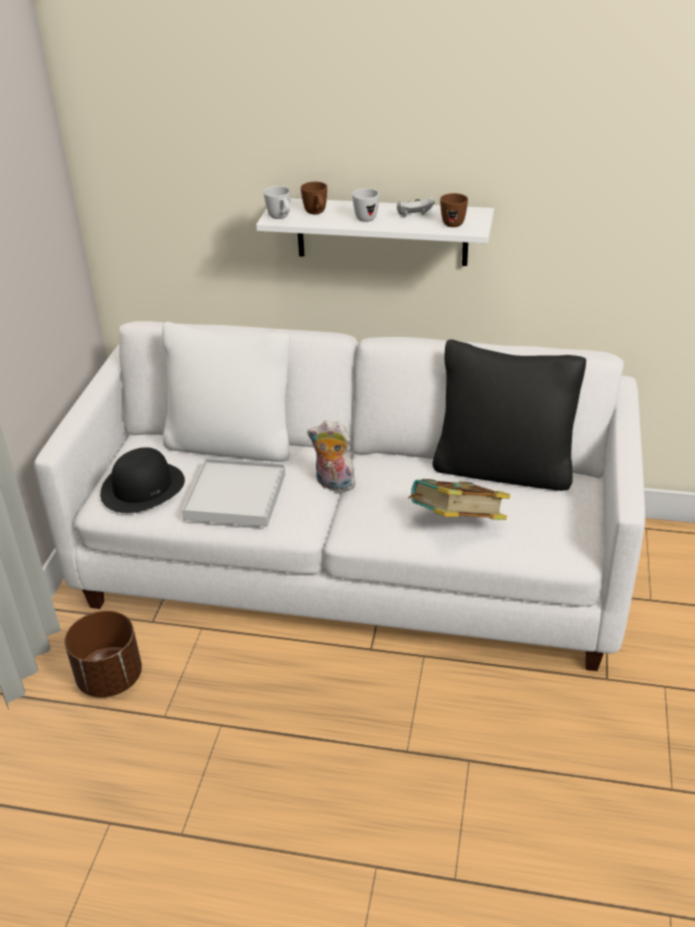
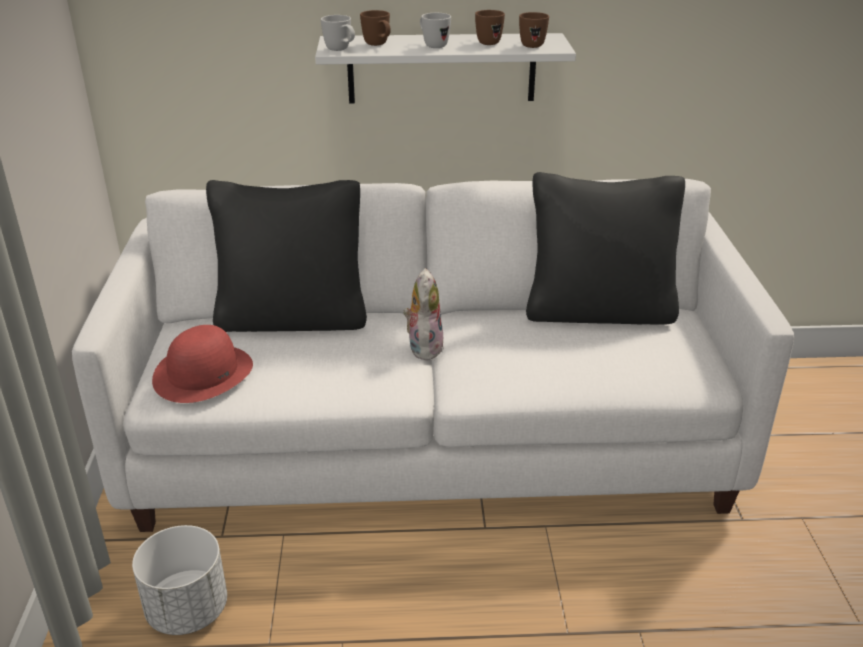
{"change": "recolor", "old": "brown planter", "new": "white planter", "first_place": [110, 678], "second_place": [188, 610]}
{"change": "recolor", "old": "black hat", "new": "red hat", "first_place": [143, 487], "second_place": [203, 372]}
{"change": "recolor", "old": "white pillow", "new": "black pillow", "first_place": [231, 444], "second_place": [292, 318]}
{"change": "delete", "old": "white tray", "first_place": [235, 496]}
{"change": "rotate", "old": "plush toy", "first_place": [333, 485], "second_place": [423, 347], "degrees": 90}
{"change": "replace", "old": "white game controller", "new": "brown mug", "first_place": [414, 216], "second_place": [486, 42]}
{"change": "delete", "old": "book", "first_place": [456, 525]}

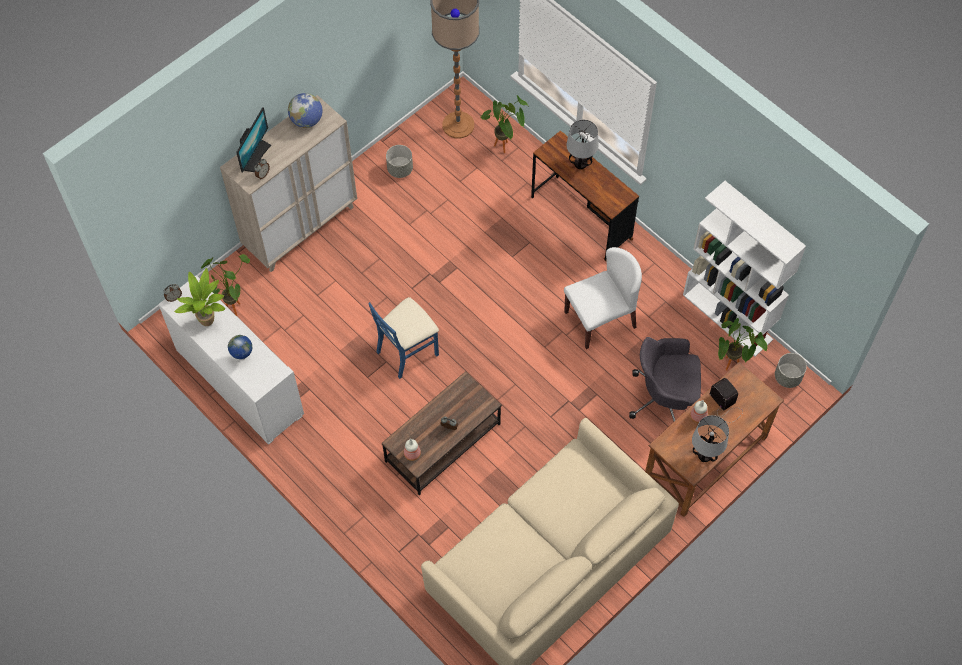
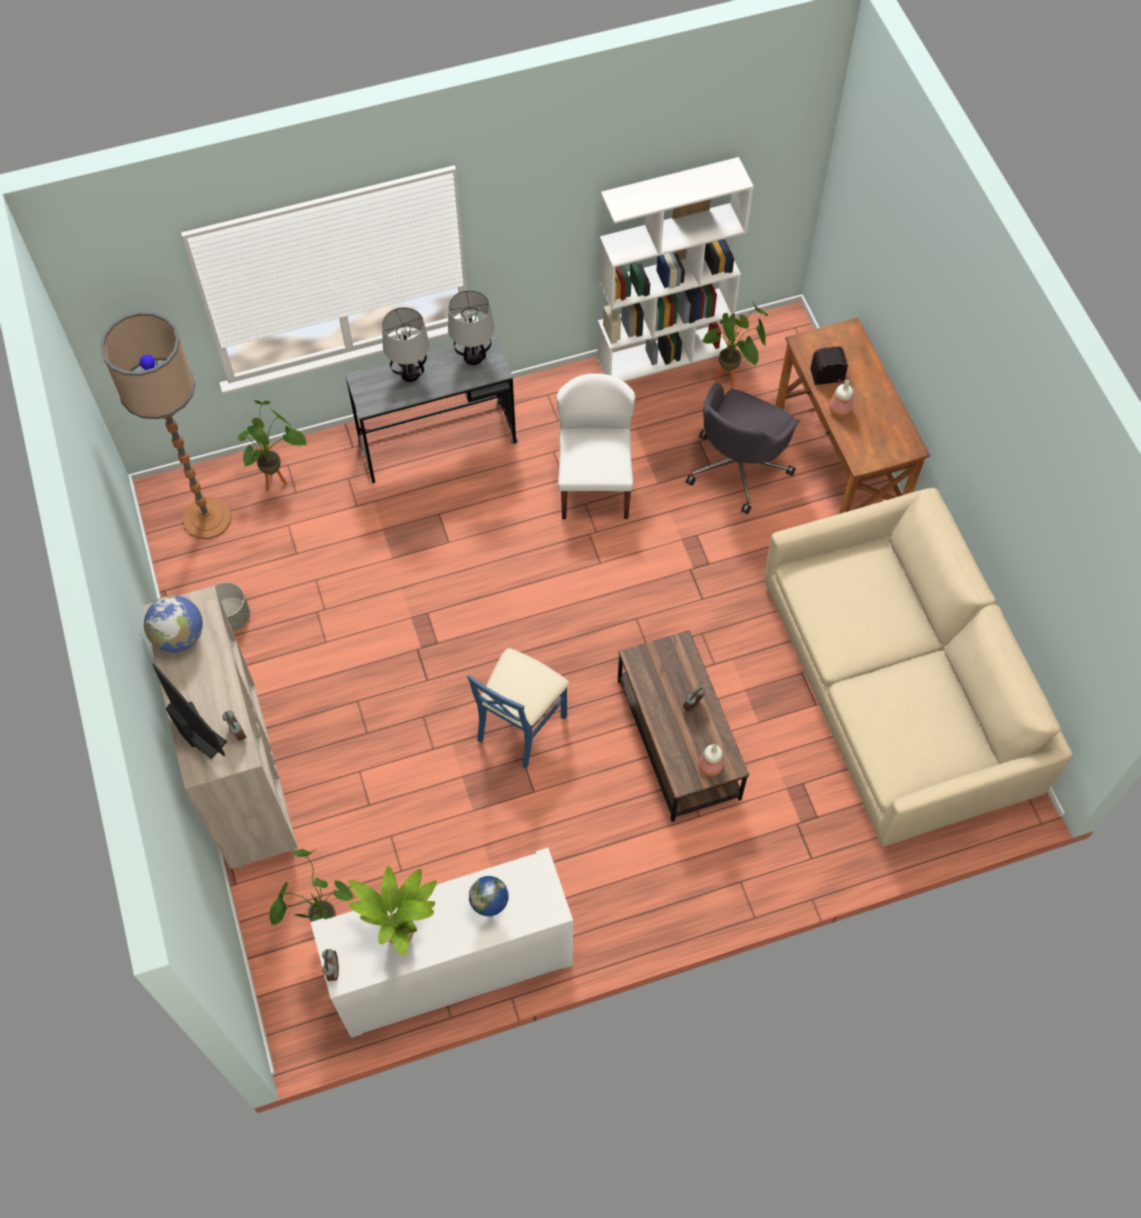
{"change": "rotate", "old": "blue chair", "first_place": [407, 351], "second_place": [521, 725], "degrees": 45}
{"change": "recolor", "old": "brown desk", "new": "grey desk", "first_place": [581, 218], "second_place": [437, 442]}
{"change": "move", "old": "table lamp", "first_place": [705, 455], "second_place": [473, 357]}
{"change": "delete", "old": "grey planter", "first_place": [787, 377]}

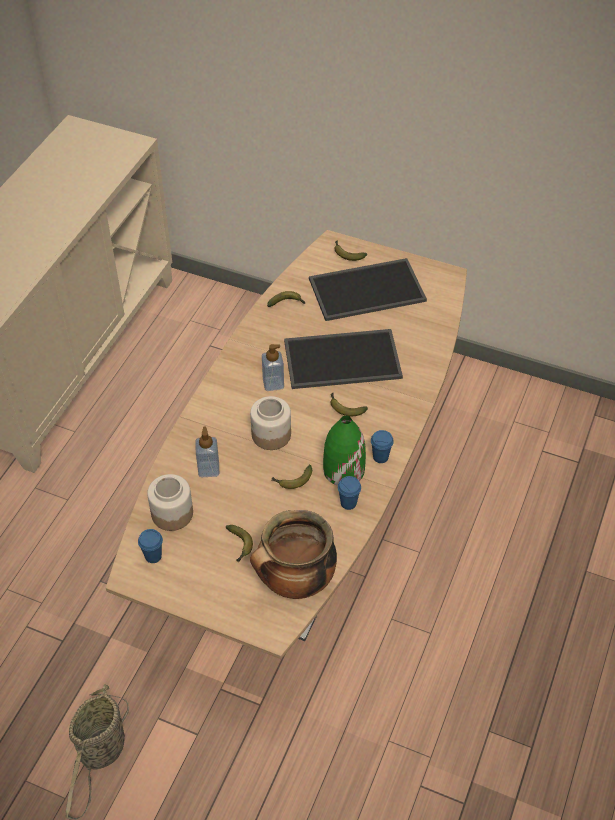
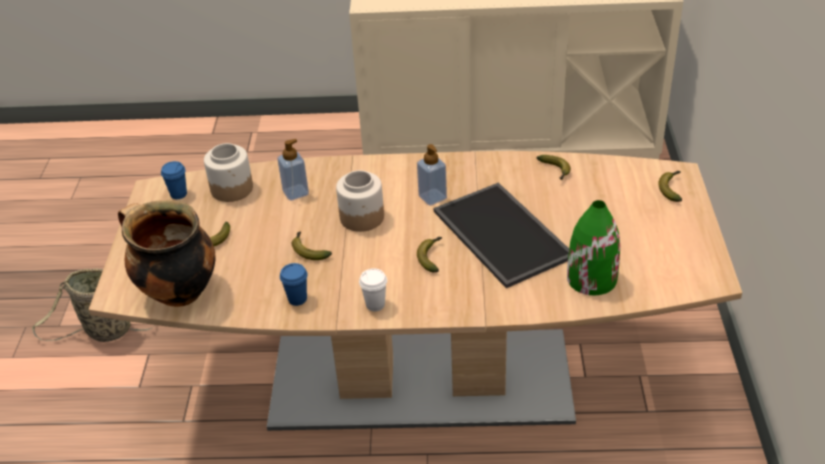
{"change": "delete", "old": "tray", "first_place": [367, 288]}
{"change": "move", "old": "green vase", "first_place": [343, 470], "second_place": [591, 278]}
{"change": "recolor", "old": "blue cup", "new": "white cup", "first_place": [380, 457], "second_place": [375, 305]}

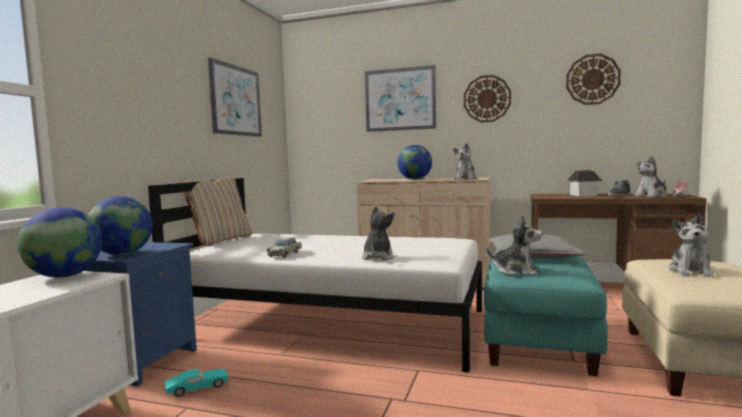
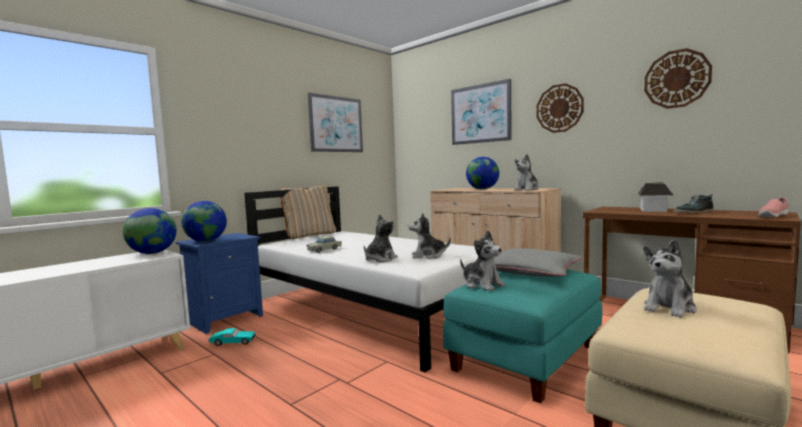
{"change": "move", "old": "plush toy", "first_place": [651, 196], "second_place": [428, 256]}

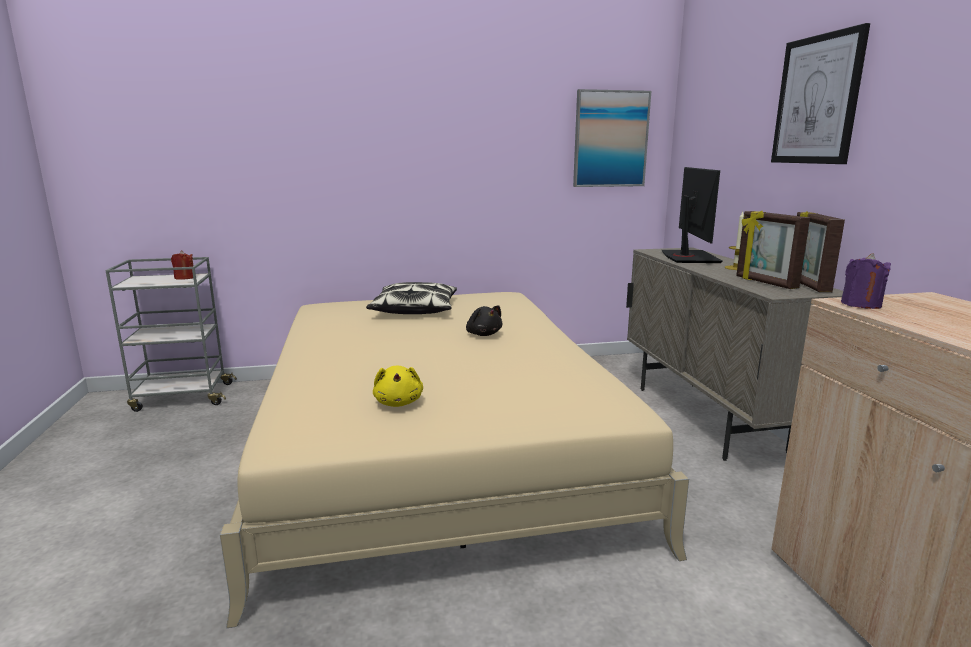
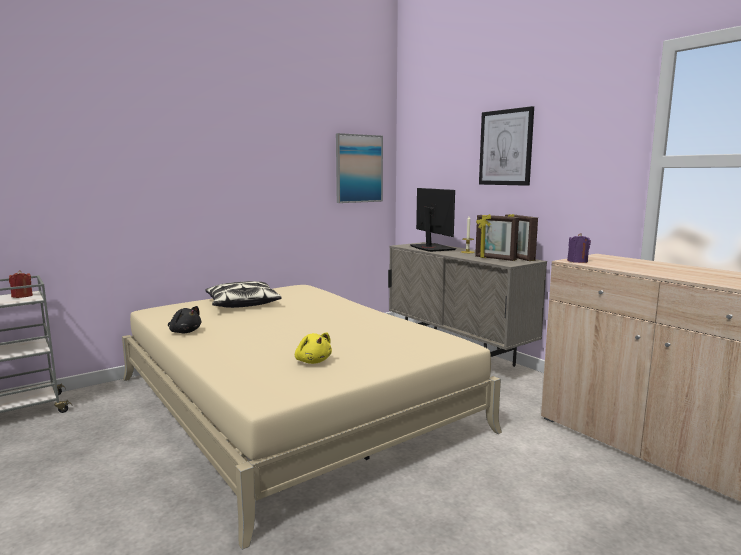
{"change": "move", "old": "black plush toy", "first_place": [483, 334], "second_place": [185, 332]}

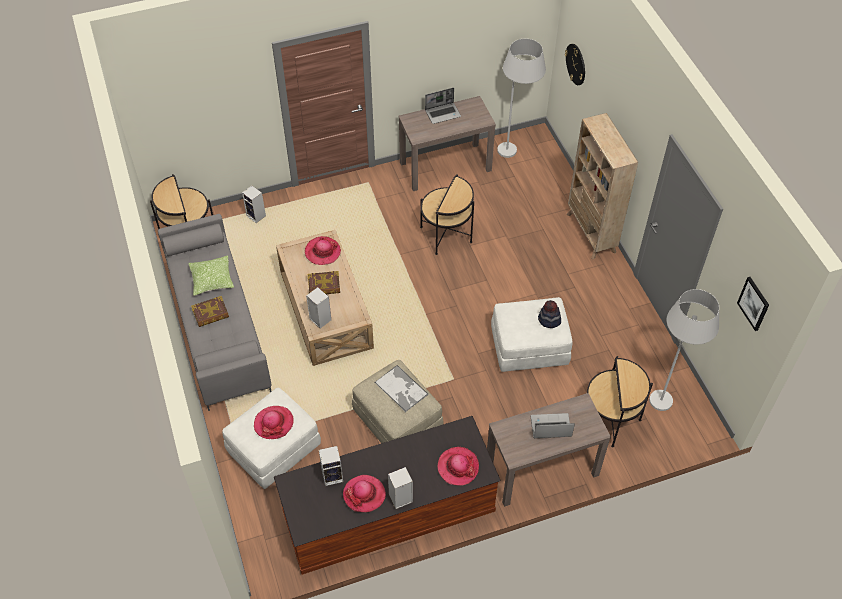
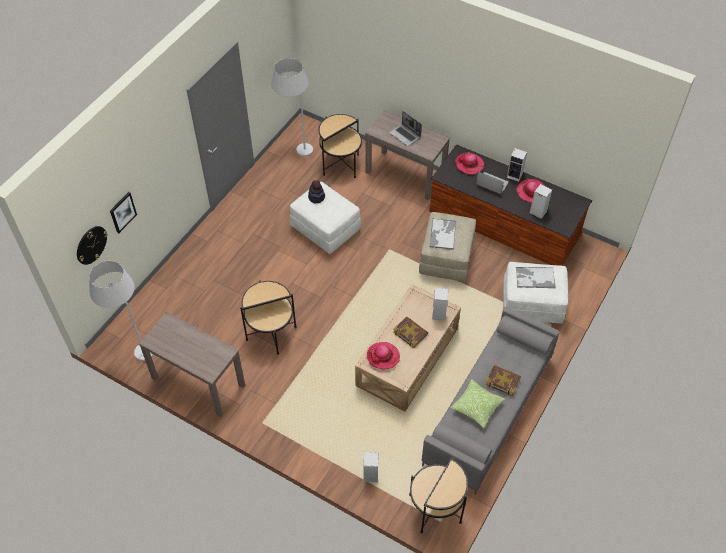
{"change": "replace", "old": "hat", "new": "tray", "first_place": [274, 423], "second_place": [534, 278]}
{"change": "move", "old": "laptop", "first_place": [443, 113], "second_place": [491, 184]}
{"change": "delete", "old": "beige bookcase", "first_place": [590, 233]}
{"change": "move", "old": "picture", "first_place": [754, 303], "second_place": [122, 212]}

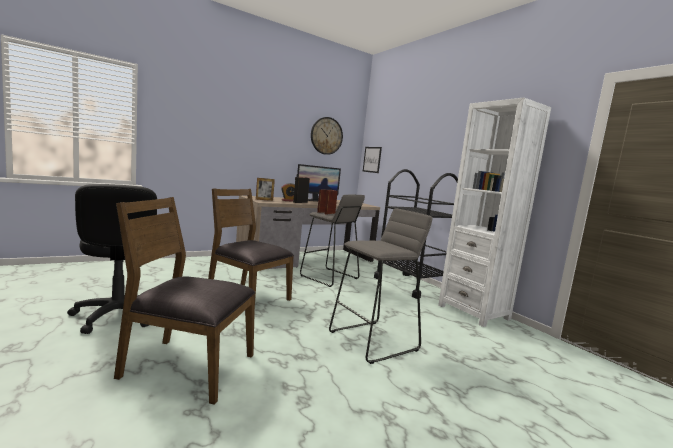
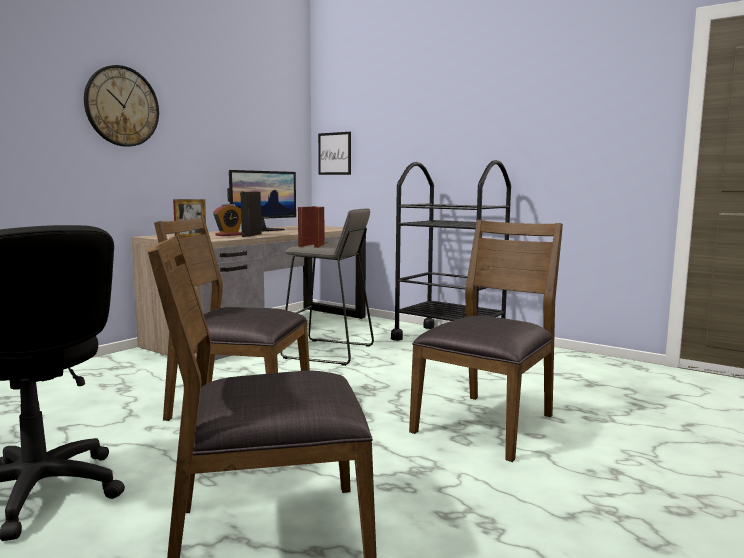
{"change": "move", "old": "wall clock", "first_place": [326, 136], "second_place": [122, 106]}
{"change": "replace", "old": "grey stool", "new": "brown chair", "first_place": [373, 341], "second_place": [487, 423]}
{"change": "delete", "old": "white bookcase", "first_place": [473, 312]}

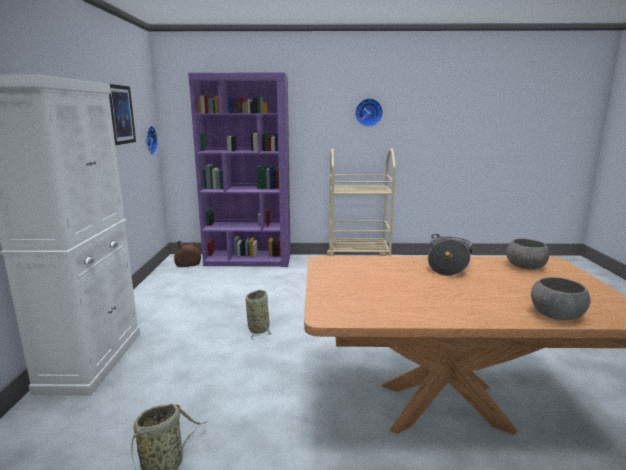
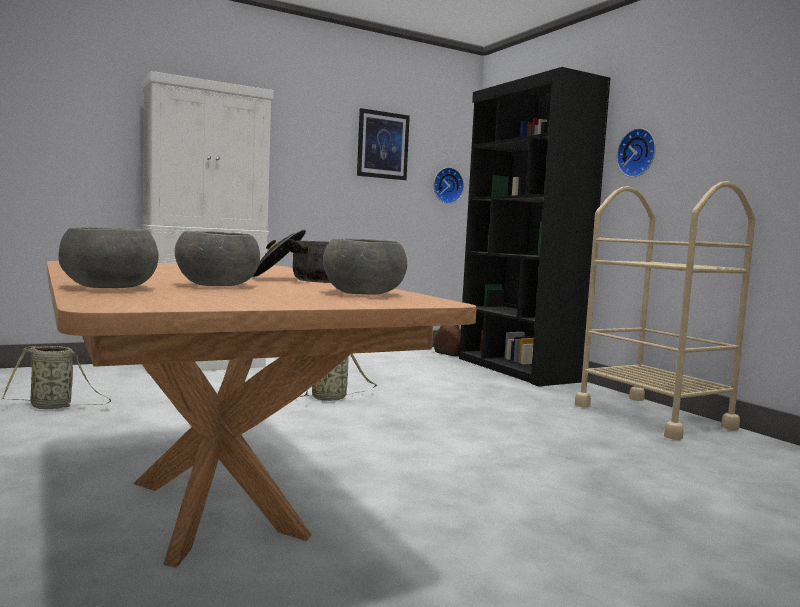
{"change": "recolor", "old": "purple bookcase", "new": "black bookcase", "first_place": [248, 260], "second_place": [517, 369]}
{"change": "move", "old": "wall clock", "first_place": [368, 112], "second_place": [638, 153]}
{"change": "insert", "new": "grey bowl", "second_place": [217, 285]}

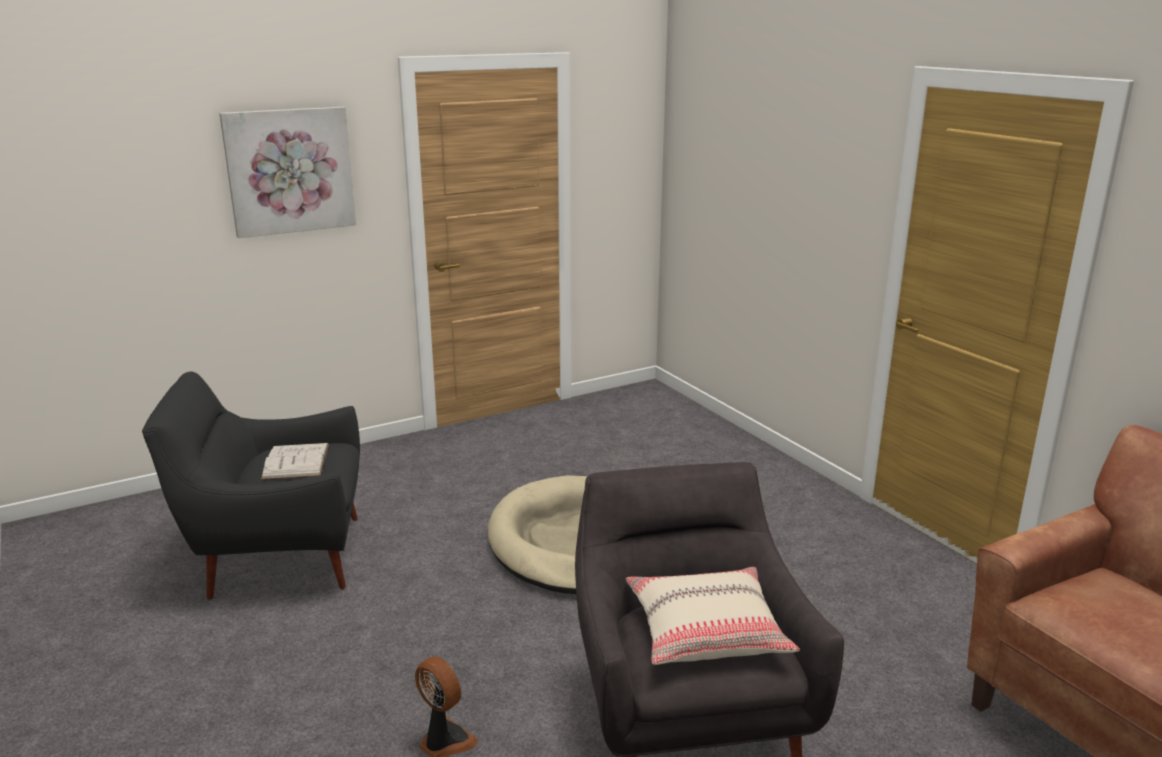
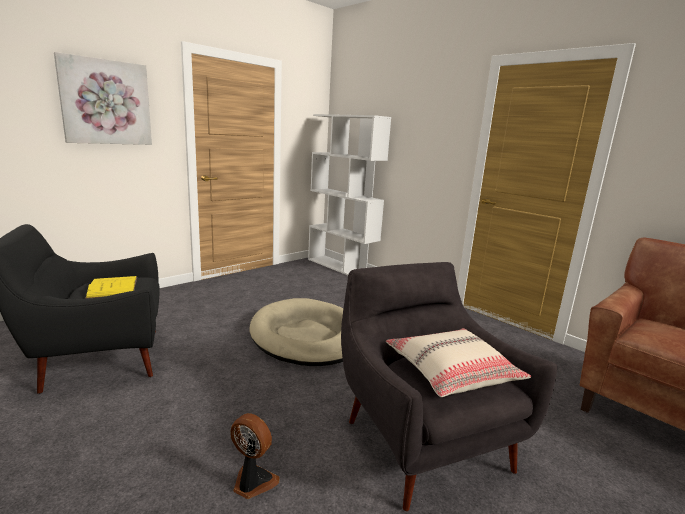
{"change": "recolor", "old": "white book", "new": "yellow book", "first_place": [296, 461], "second_place": [113, 287]}
{"change": "insert", "new": "white bookcase", "second_place": [341, 267]}

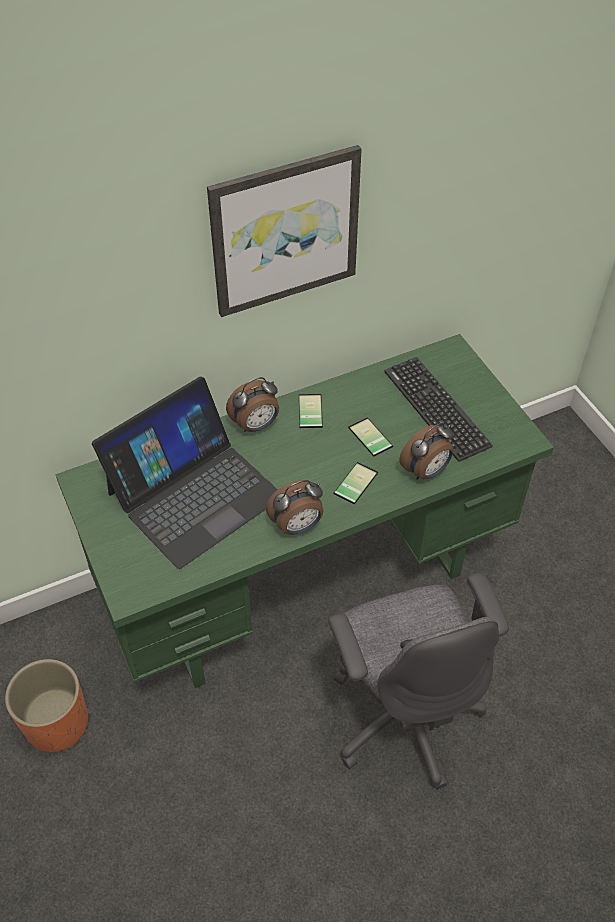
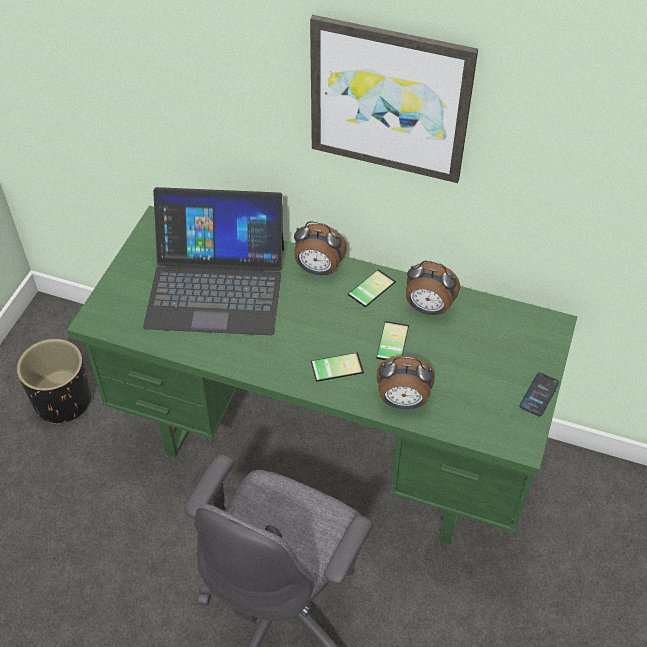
{"change": "recolor", "old": "orange planter", "new": "black planter", "first_place": [57, 723], "second_place": [63, 402]}
{"change": "move", "old": "alarm clock", "first_place": [297, 526], "second_place": [428, 308]}
{"change": "delete", "old": "keyboard", "first_place": [436, 408]}
{"change": "insert", "new": "phone", "second_place": [539, 395]}

